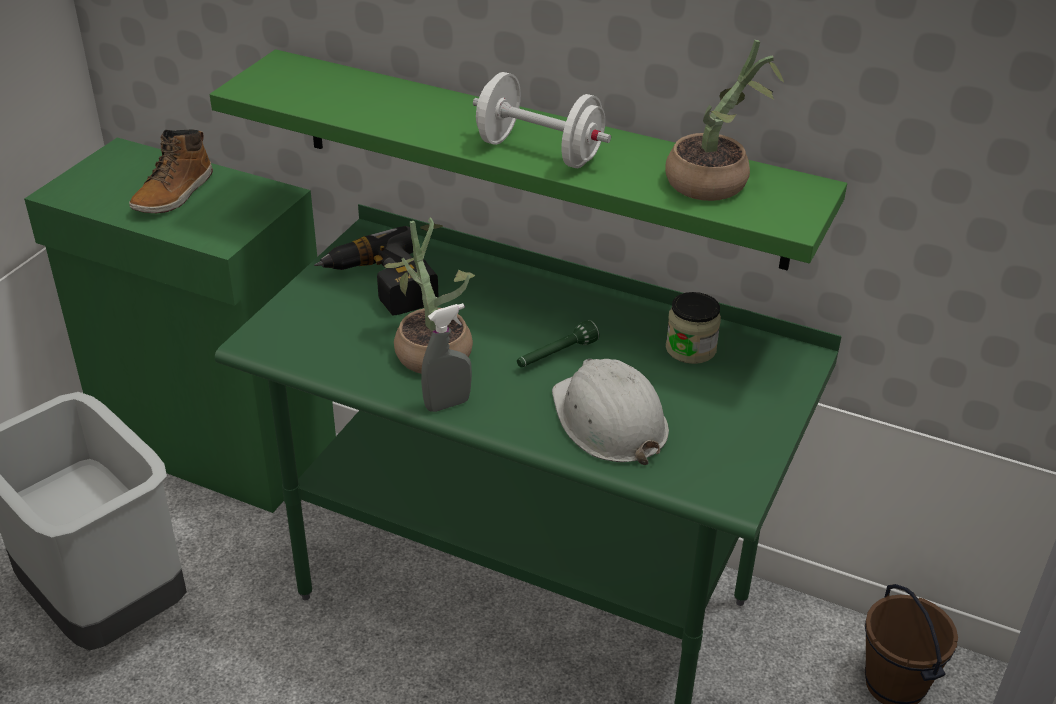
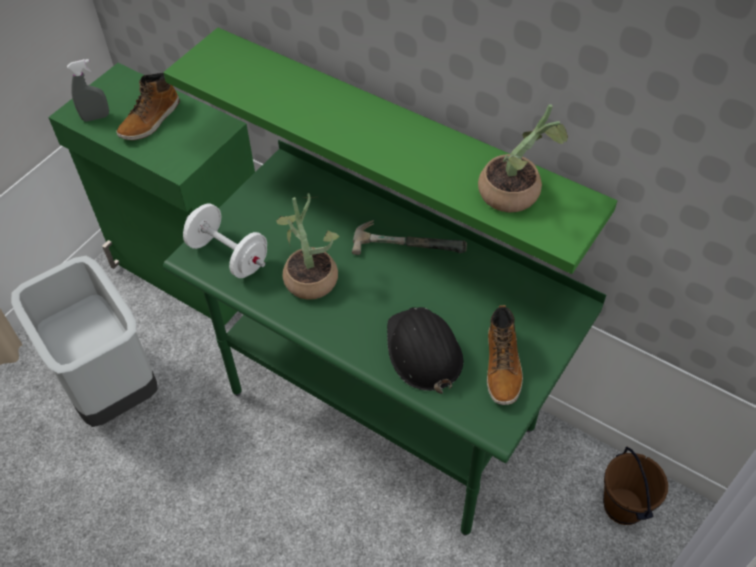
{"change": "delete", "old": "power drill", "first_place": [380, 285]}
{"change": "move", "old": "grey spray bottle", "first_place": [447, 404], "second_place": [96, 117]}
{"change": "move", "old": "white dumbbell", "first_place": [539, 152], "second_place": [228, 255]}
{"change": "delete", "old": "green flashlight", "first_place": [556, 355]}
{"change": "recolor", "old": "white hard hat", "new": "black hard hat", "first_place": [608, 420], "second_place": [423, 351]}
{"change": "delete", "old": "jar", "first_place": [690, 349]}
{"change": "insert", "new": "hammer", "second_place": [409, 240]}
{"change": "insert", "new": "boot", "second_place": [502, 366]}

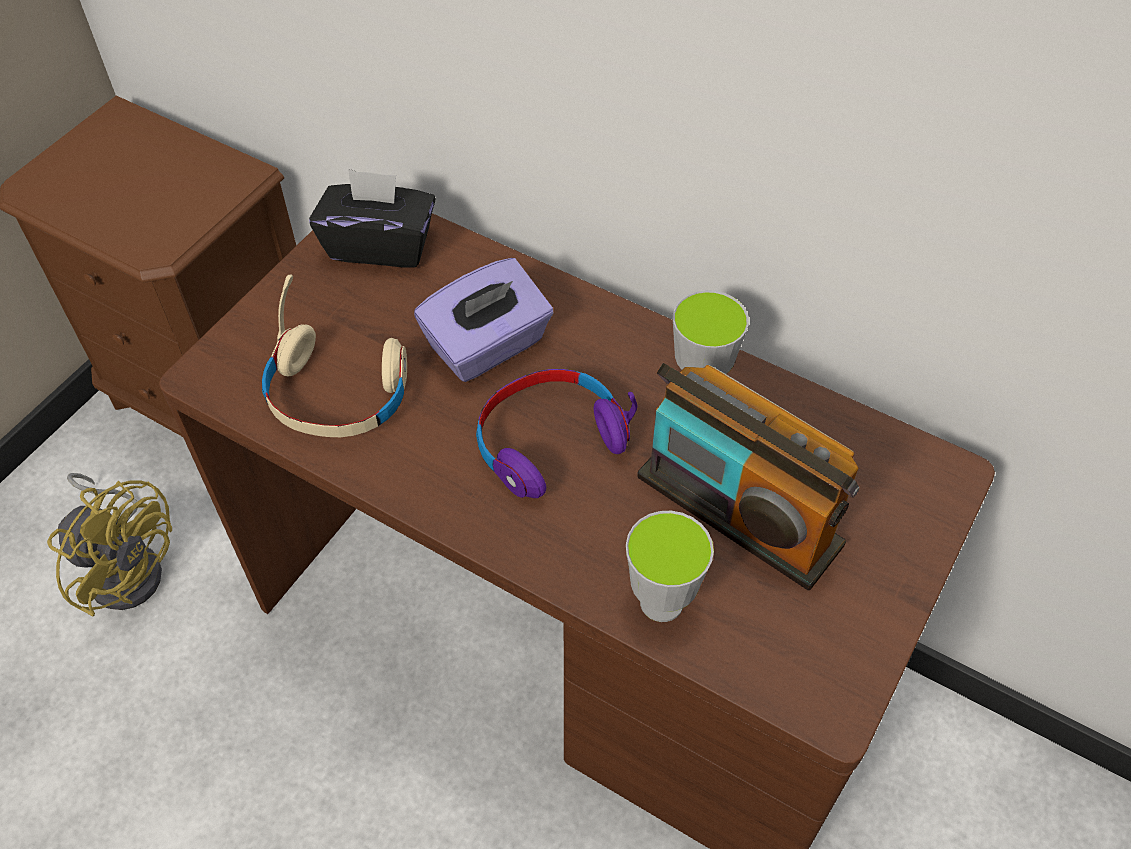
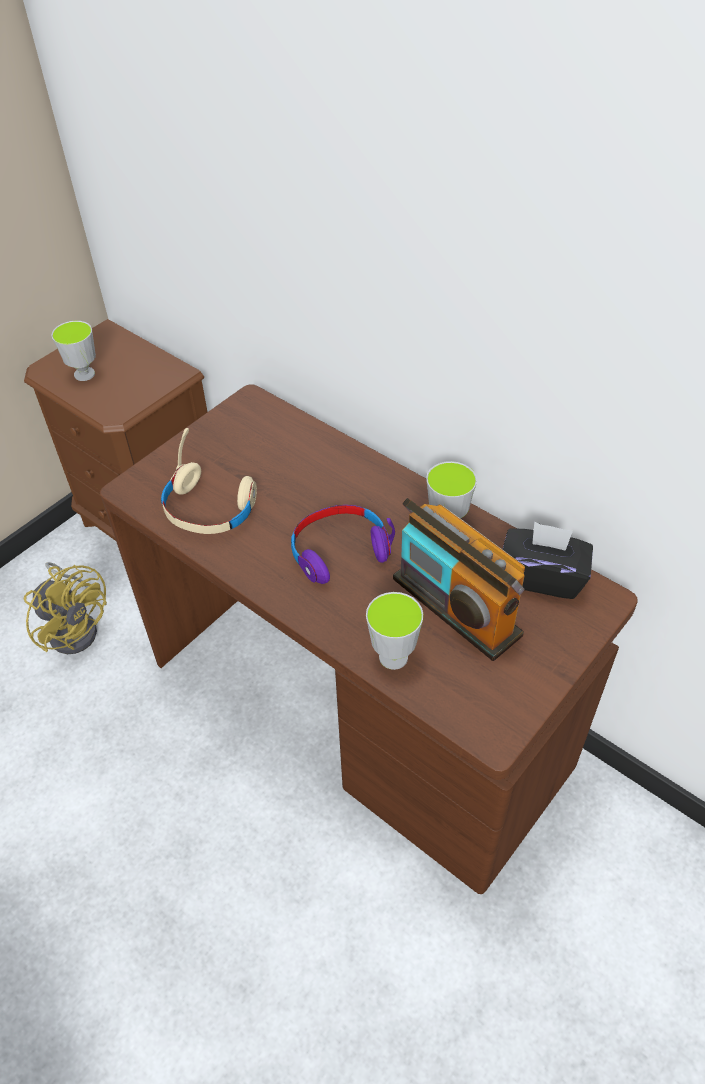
{"change": "move", "old": "black tissue box", "first_place": [380, 245], "second_place": [542, 577]}
{"change": "delete", "old": "purple tissue box", "first_place": [488, 346]}
{"change": "insert", "new": "cup", "second_place": [84, 374]}

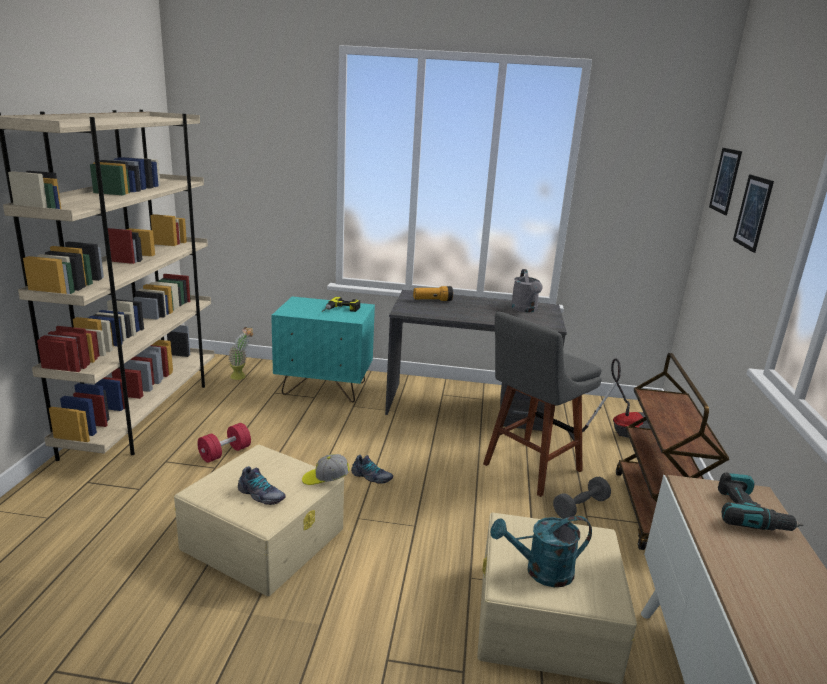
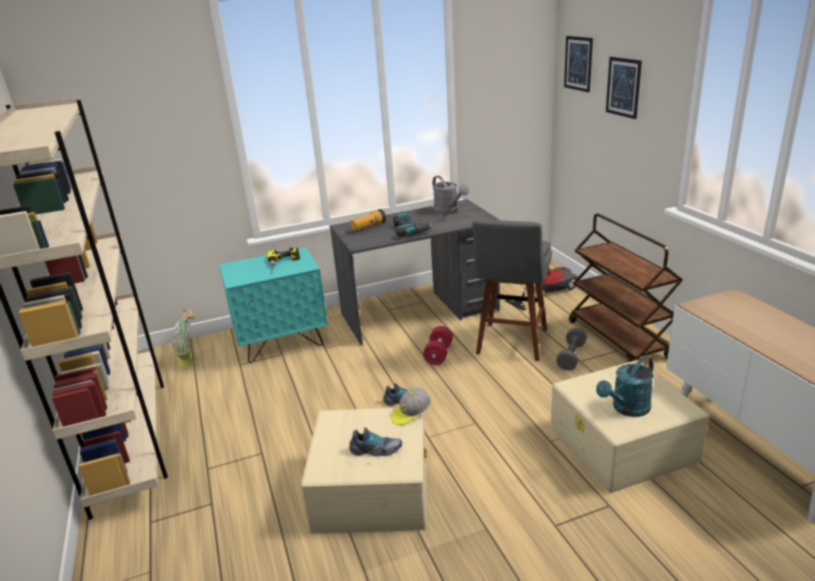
{"change": "move", "old": "red dumbbell", "first_place": [225, 453], "second_place": [438, 354]}
{"change": "move", "old": "power drill", "first_place": [749, 513], "second_place": [410, 230]}

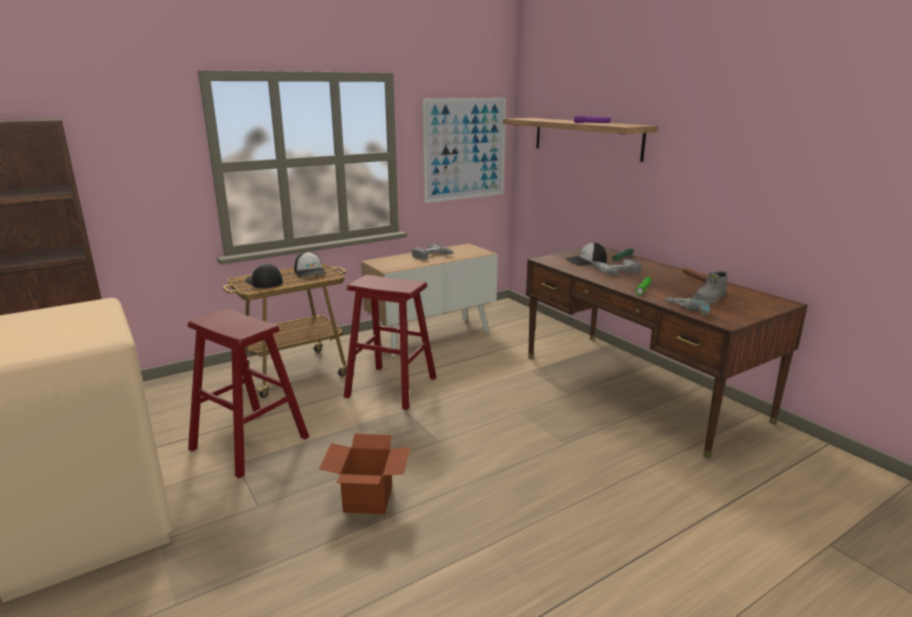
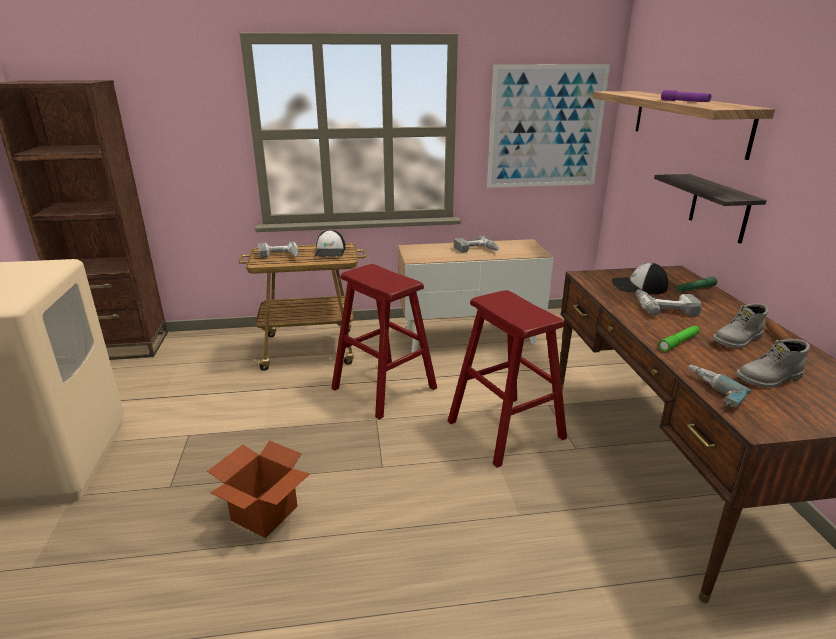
{"change": "move", "old": "red stool", "first_place": [249, 443], "second_place": [505, 429]}
{"change": "replace", "old": "cap", "new": "power drill", "first_place": [264, 282], "second_place": [279, 256]}
{"change": "insert", "new": "shelf", "second_place": [719, 208]}
{"change": "insert", "new": "grey boot", "second_place": [738, 340]}

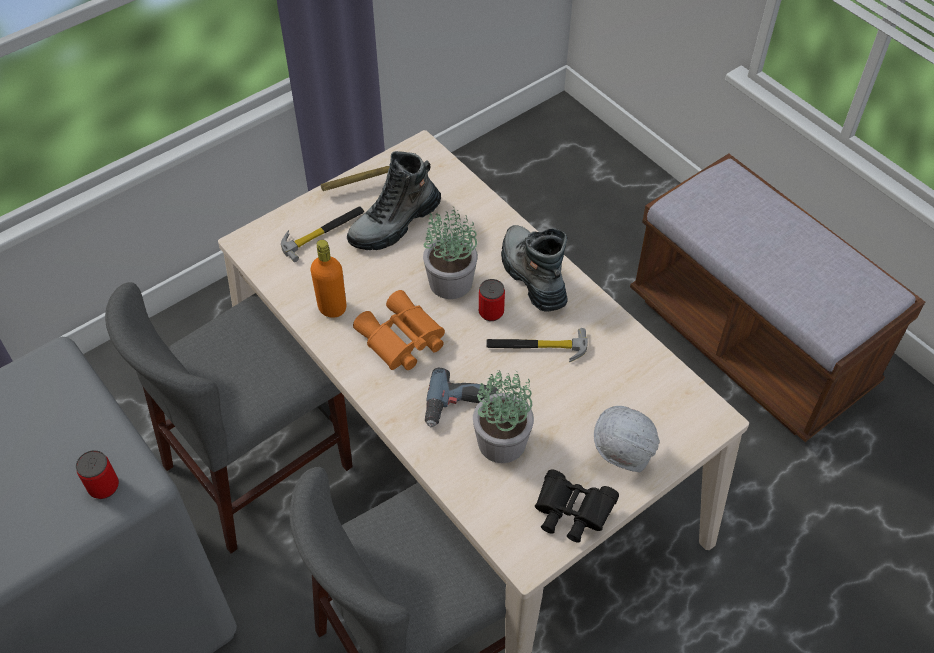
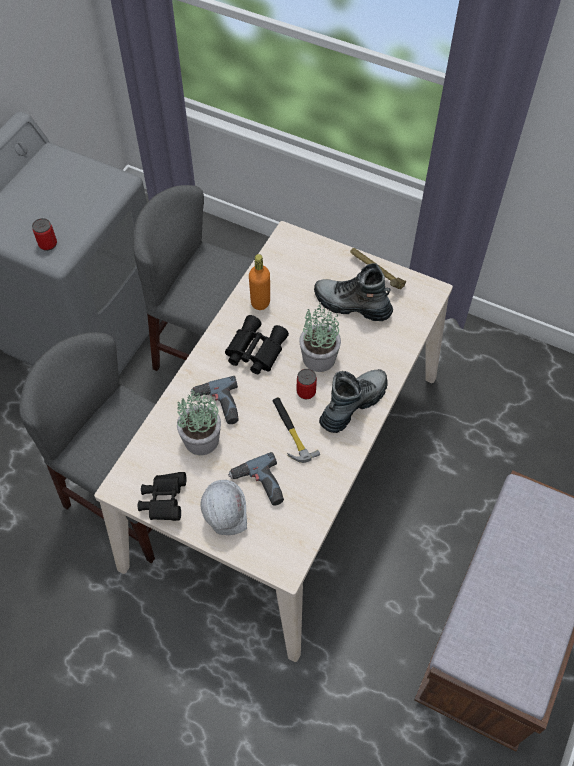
{"change": "delete", "old": "hammer", "first_place": [323, 232]}
{"change": "recolor", "old": "orange binoculars", "new": "black binoculars", "first_place": [401, 340], "second_place": [254, 350]}
{"change": "insert", "new": "power drill", "second_place": [259, 486]}

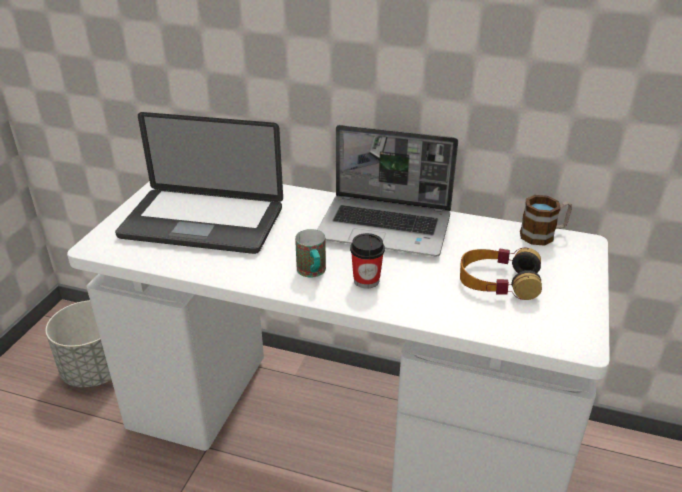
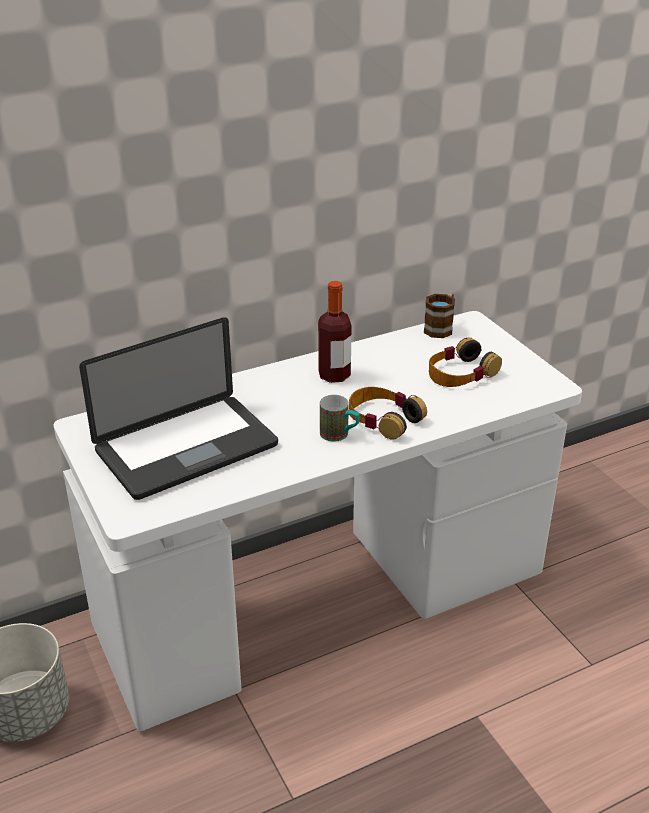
{"change": "replace", "old": "laptop", "new": "bottle", "first_place": [386, 227], "second_place": [334, 375]}
{"change": "replace", "old": "cup", "new": "headphones", "first_place": [366, 280], "second_place": [383, 419]}

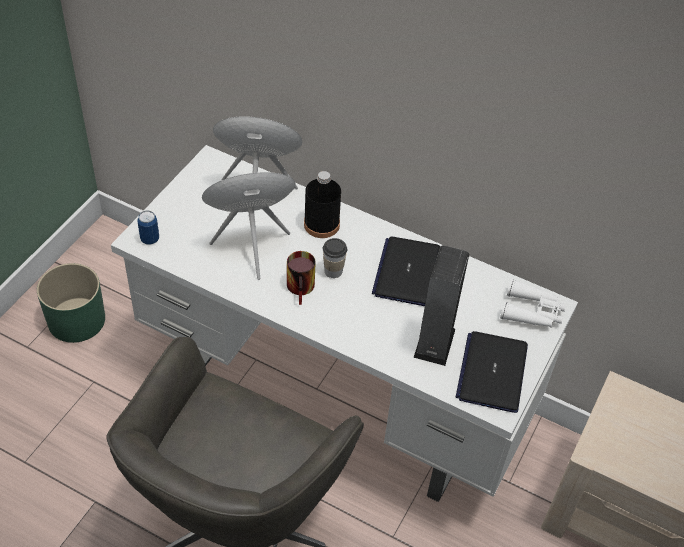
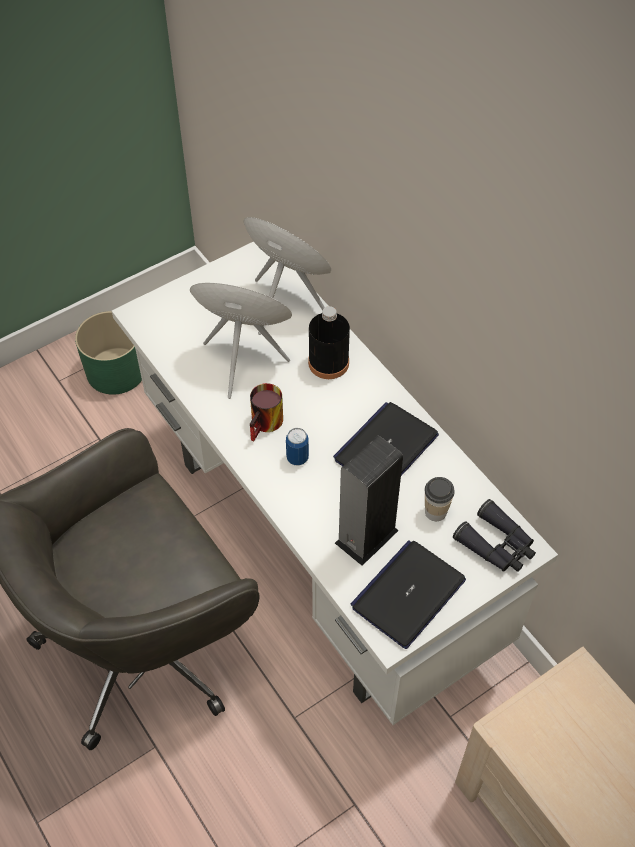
{"change": "move", "old": "can", "first_place": [150, 239], "second_place": [297, 458]}
{"change": "move", "old": "cup", "first_place": [333, 271], "second_place": [435, 511]}
{"change": "recolor", "old": "white binoculars", "new": "black binoculars", "first_place": [532, 312], "second_place": [497, 545]}

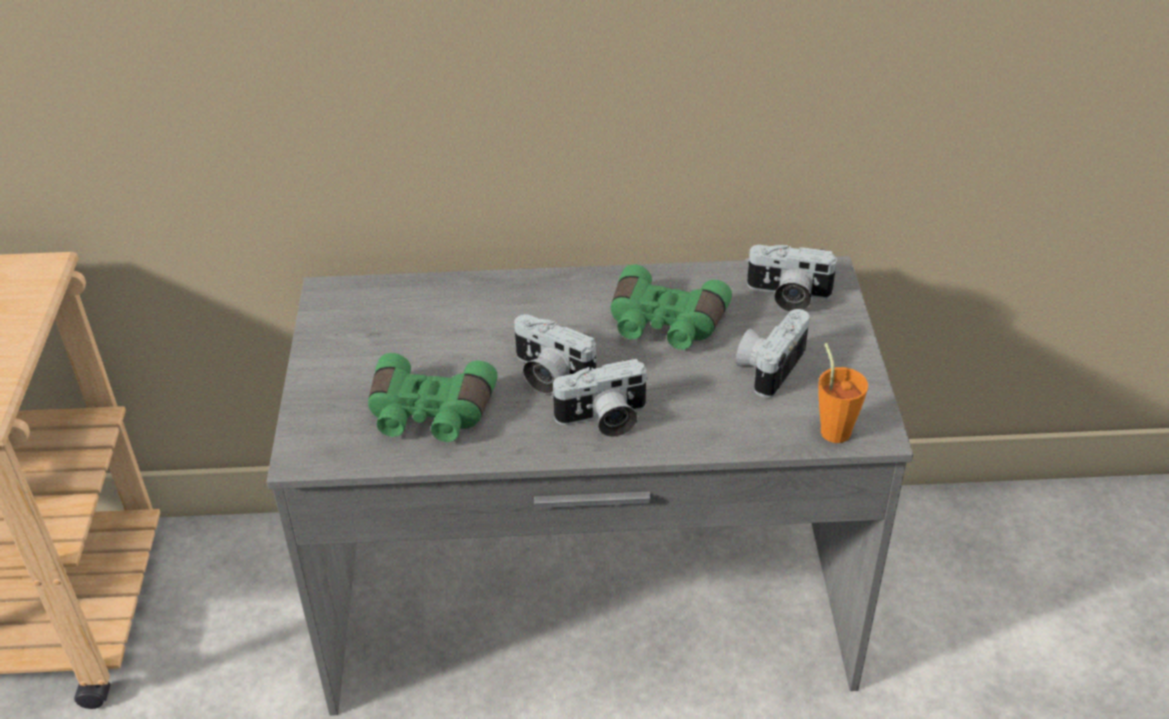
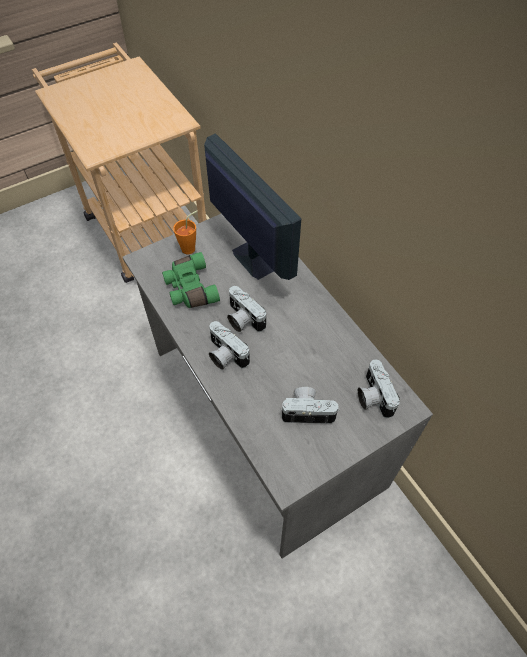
{"change": "rotate", "old": "photo camera", "first_place": [549, 374], "second_place": [242, 319], "degrees": -45}
{"change": "delete", "old": "green binoculars", "first_place": [664, 325]}
{"change": "move", "old": "orange cup", "first_place": [833, 427], "second_place": [191, 247]}
{"change": "insert", "new": "monitor", "second_place": [253, 258]}

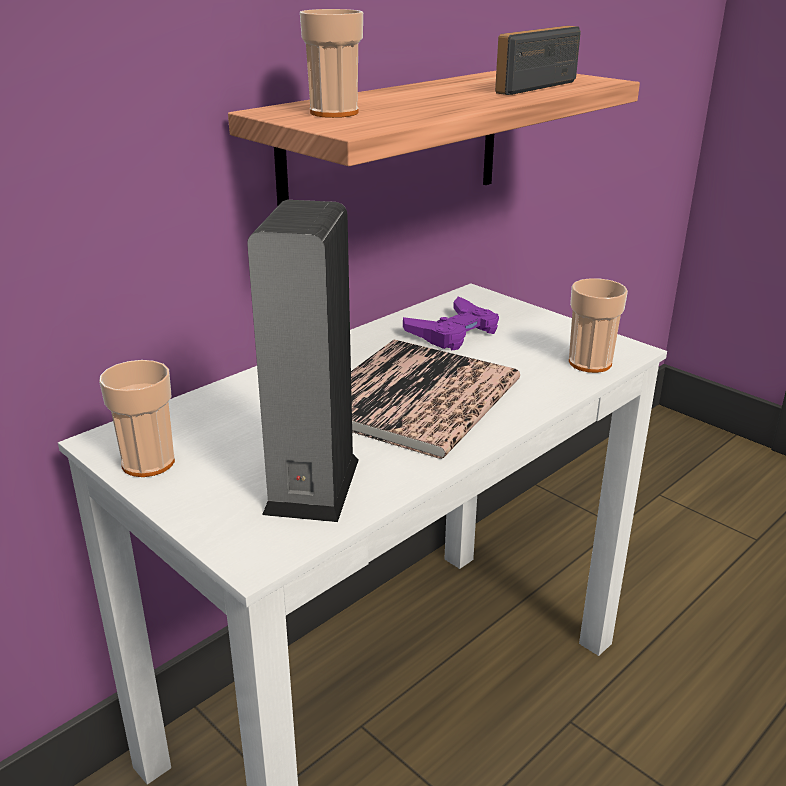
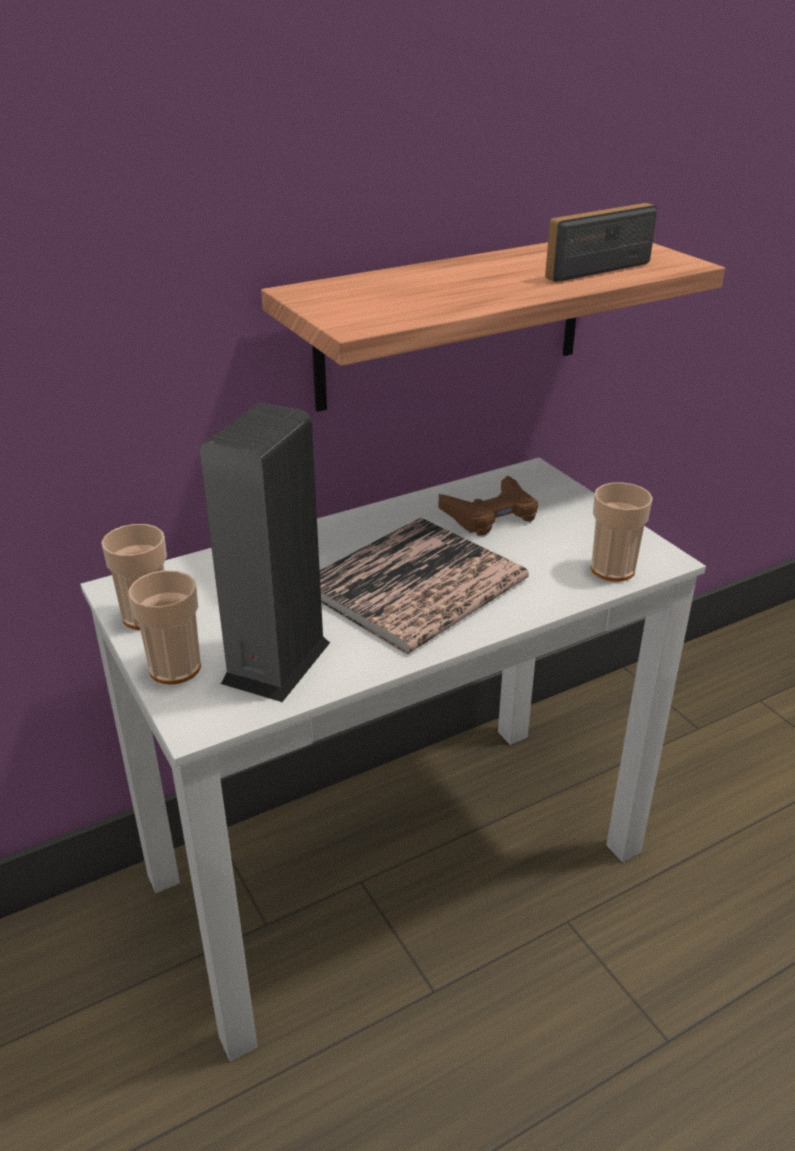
{"change": "move", "old": "cup", "first_place": [334, 113], "second_place": [175, 668]}
{"change": "recolor", "old": "purple game controller", "new": "brown game controller", "first_place": [454, 332], "second_place": [490, 514]}

